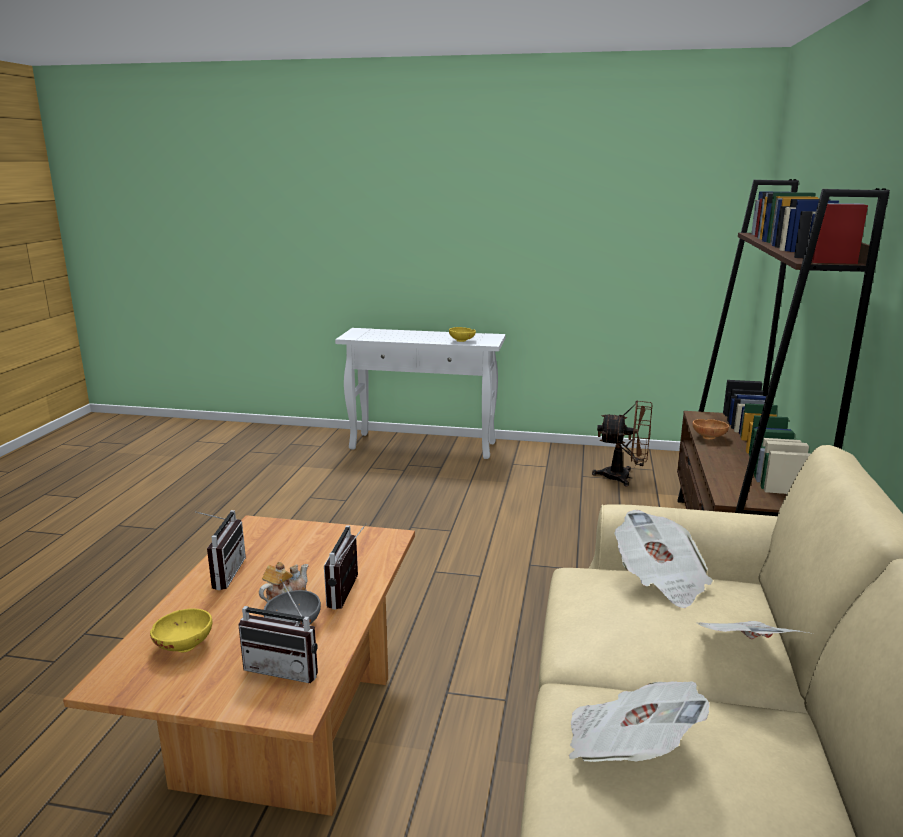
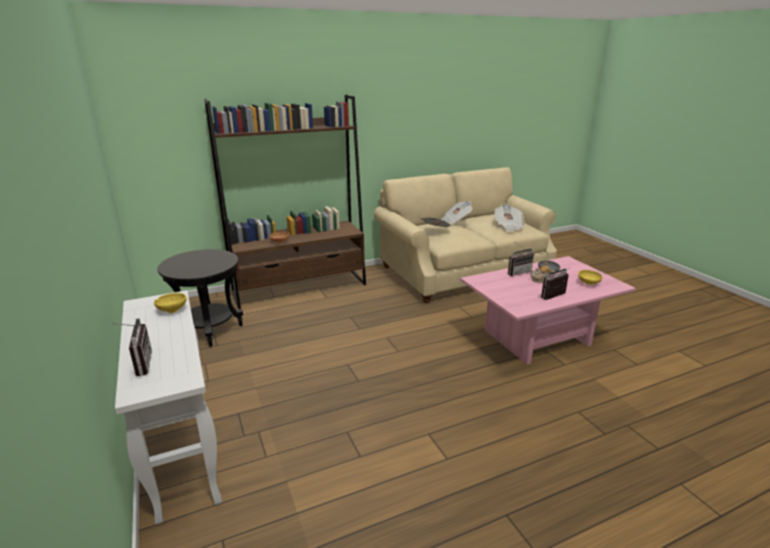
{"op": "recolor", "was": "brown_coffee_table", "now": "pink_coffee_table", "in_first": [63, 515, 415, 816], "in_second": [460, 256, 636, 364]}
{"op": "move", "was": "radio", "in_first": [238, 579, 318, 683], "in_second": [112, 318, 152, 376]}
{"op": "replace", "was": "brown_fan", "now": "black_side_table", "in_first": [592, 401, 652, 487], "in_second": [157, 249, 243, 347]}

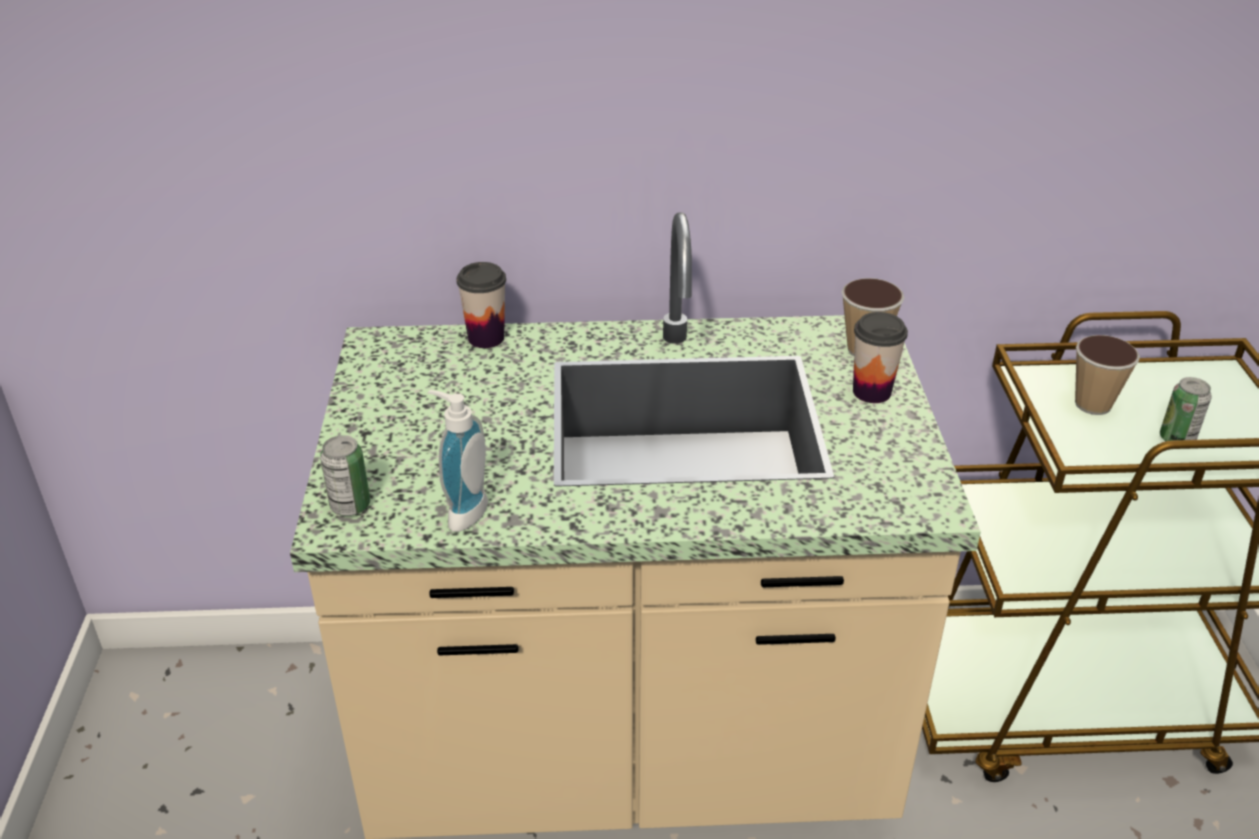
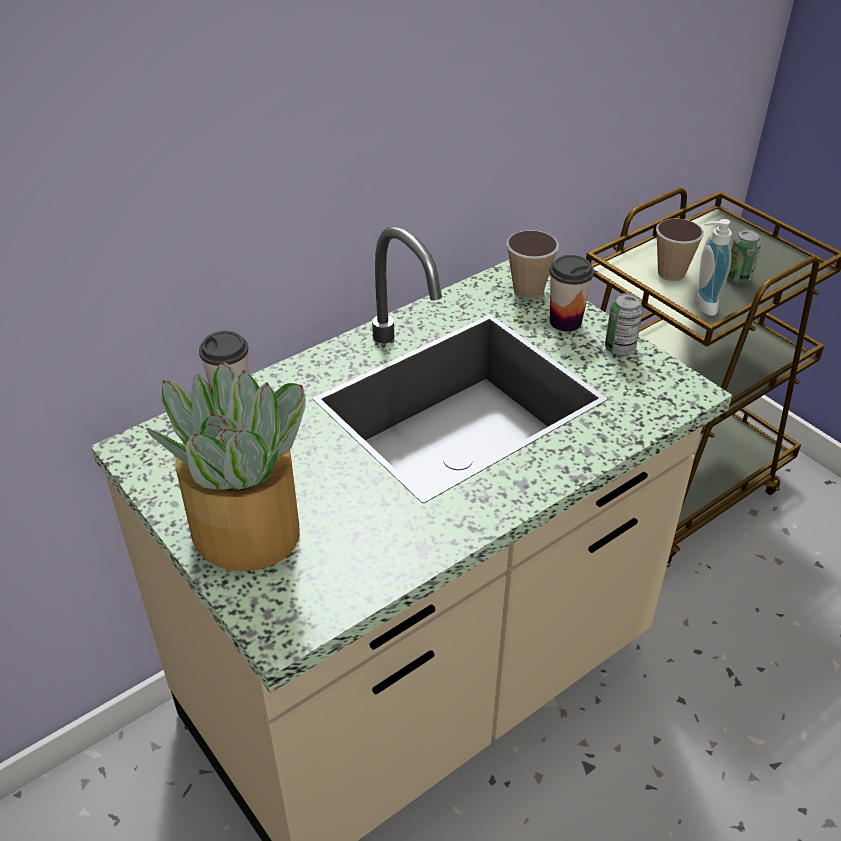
{"op": "move", "was": "can", "in_first": [320, 435, 370, 516], "in_second": [605, 293, 643, 356]}
{"op": "move", "was": "soap_dispenser", "in_first": [428, 390, 488, 532], "in_second": [694, 219, 732, 316]}
{"op": "insert", "now": "potted_plant", "in_second": [147, 362, 306, 571]}

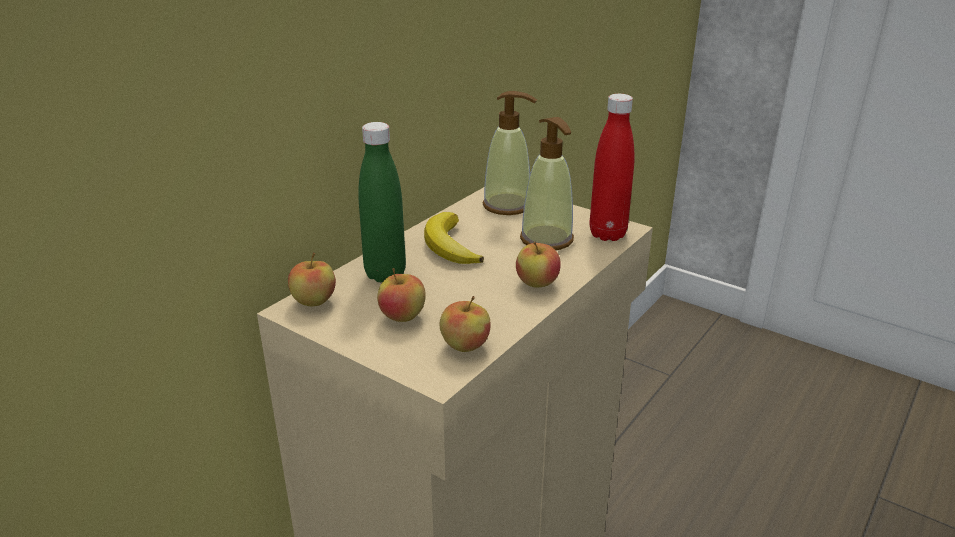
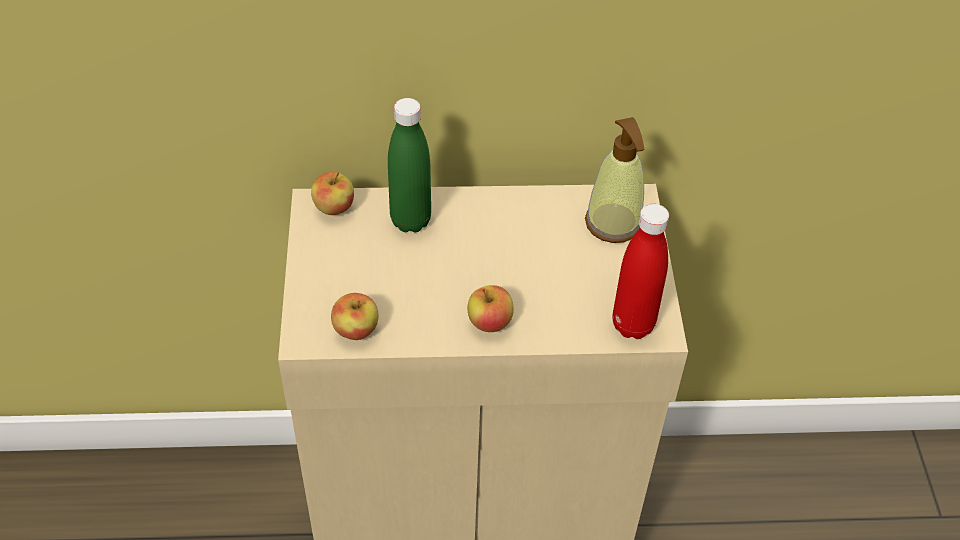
{"op": "delete", "was": "apple", "in_first": [377, 268, 426, 322]}
{"op": "delete", "was": "banana", "in_first": [424, 212, 484, 264]}
{"op": "delete", "was": "soap_dispenser", "in_first": [520, 117, 574, 250]}

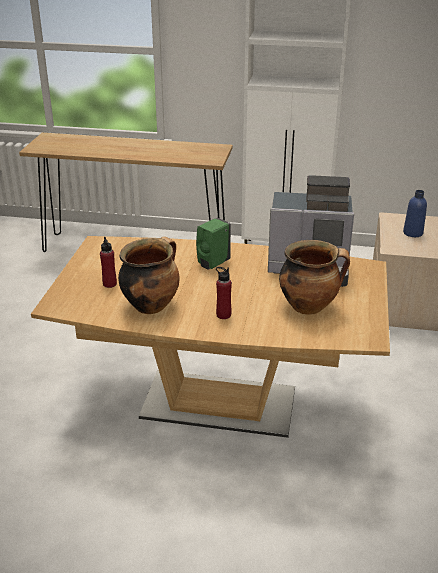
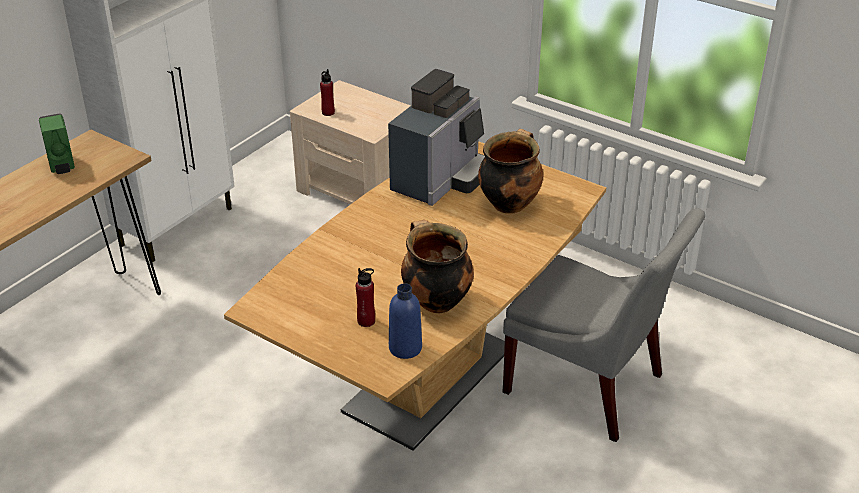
{"op": "move", "was": "green_soap_dispenser", "in_first": [196, 218, 231, 270], "in_second": [39, 113, 75, 174]}
{"op": "move", "was": "red_bottle", "in_first": [216, 267, 232, 319], "in_second": [320, 69, 335, 116]}
{"op": "move", "was": "blue_bottle", "in_first": [403, 190, 427, 237], "in_second": [389, 283, 422, 359]}
{"op": "insert", "now": "grey_chair", "in_second": [503, 208, 705, 442]}

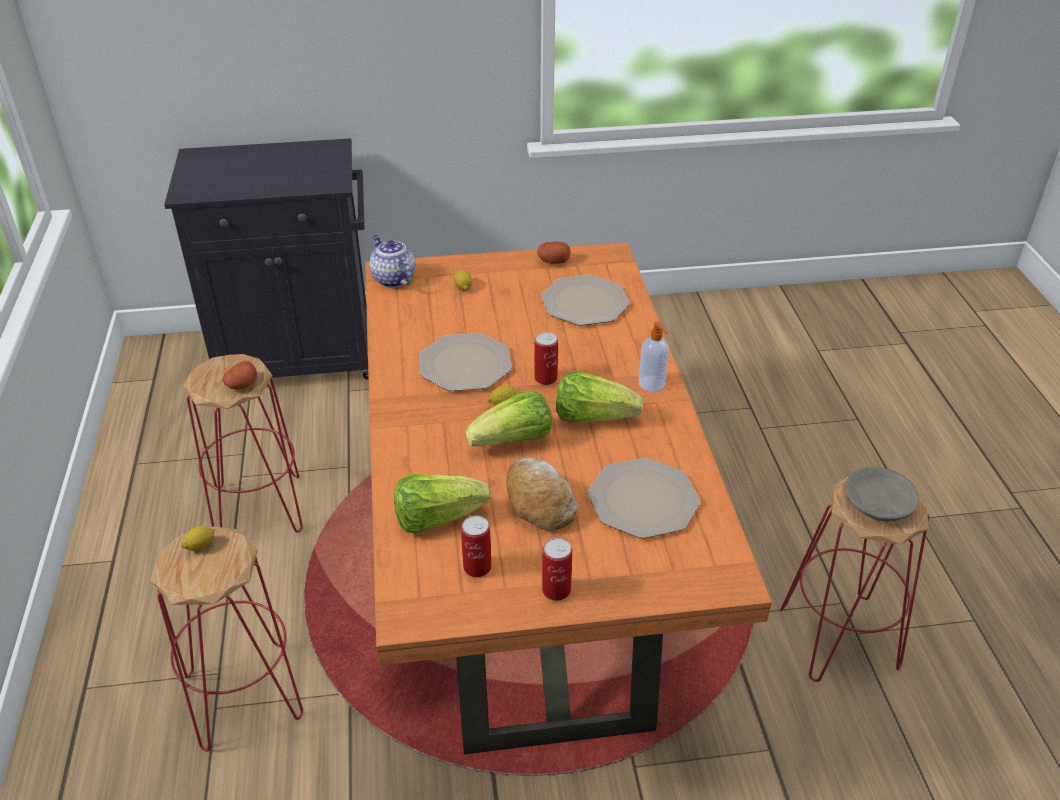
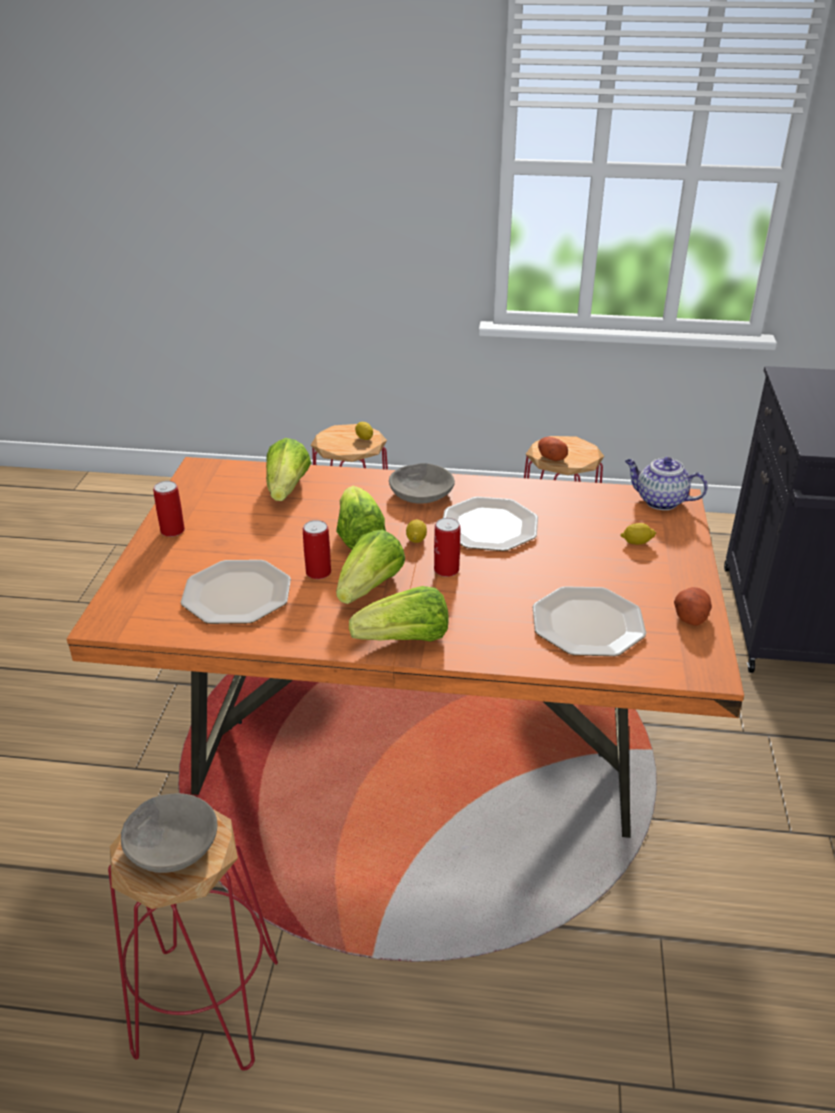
{"op": "rotate", "was": "teapot", "in_first": [370, 235, 415, 288], "in_second": [625, 457, 708, 510], "clockwise": -135}
{"op": "move", "was": "can", "in_first": [461, 516, 491, 577], "in_second": [303, 520, 331, 579]}
{"op": "delete", "was": "bread", "in_first": [506, 458, 578, 530]}
{"op": "replace", "was": "soap_dispenser", "now": "lettuce", "in_first": [639, 322, 669, 392], "in_second": [349, 586, 449, 642]}
{"op": "insert", "now": "grey_bowl", "in_second": [389, 463, 455, 504]}

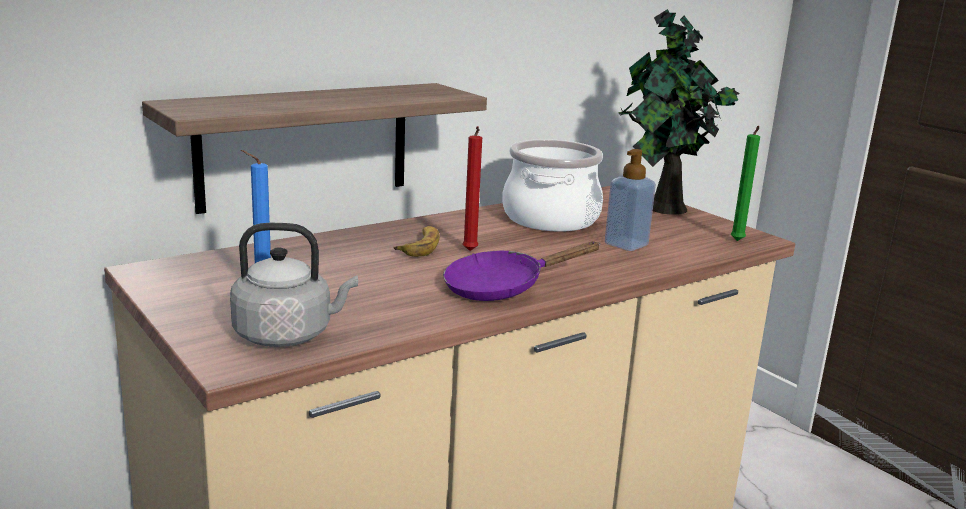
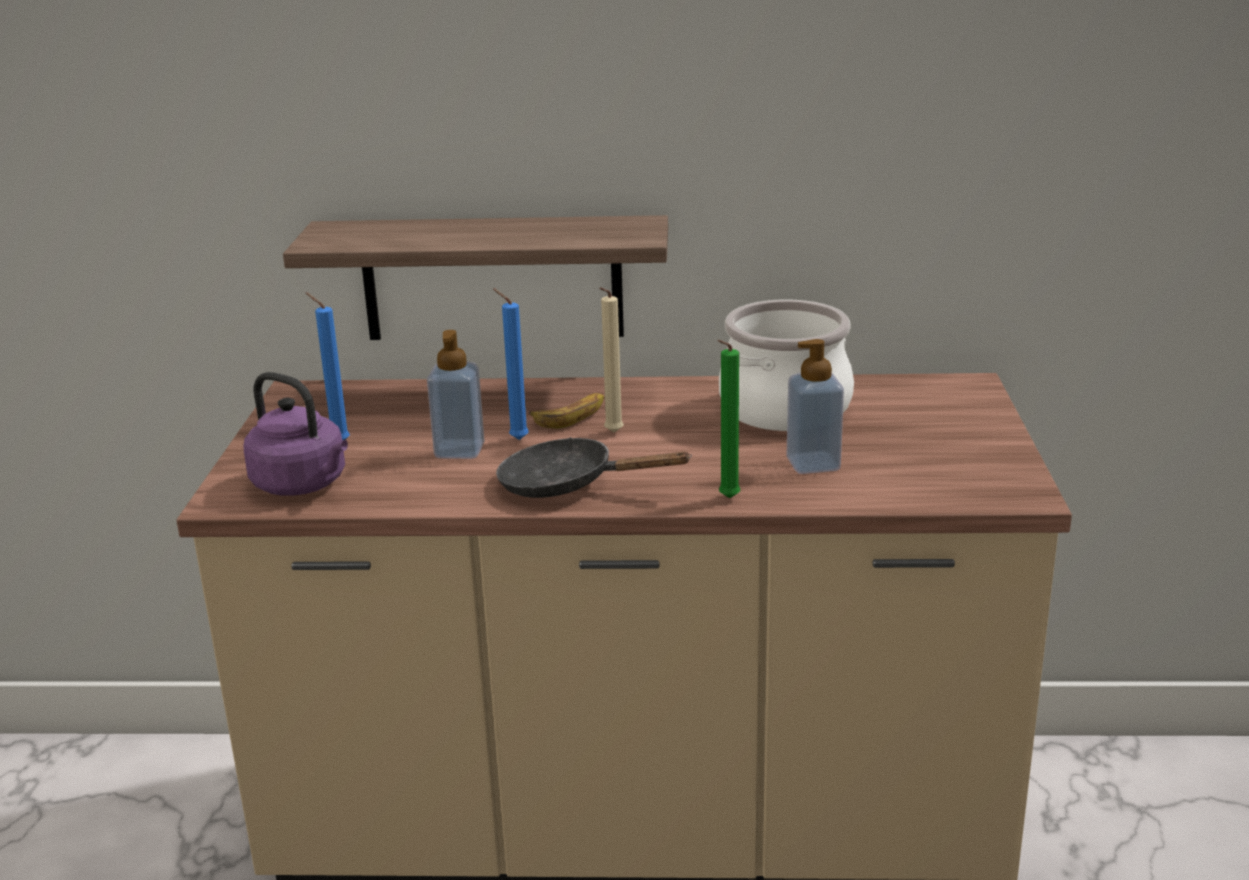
{"op": "recolor", "was": "grey_kettle", "now": "purple_kettle", "in_first": [230, 223, 358, 347], "in_second": [244, 372, 348, 496]}
{"op": "recolor", "was": "purple_frying_pan", "now": "black_frying_pan", "in_first": [443, 241, 601, 301], "in_second": [496, 437, 692, 498]}
{"op": "recolor", "was": "red_candle", "now": "beige_candle", "in_first": [462, 126, 482, 251], "in_second": [599, 287, 624, 433]}
{"op": "delete", "was": "potted_plant", "in_first": [618, 9, 740, 215]}
{"op": "move", "was": "green_candle", "in_first": [731, 126, 760, 241], "in_second": [718, 340, 740, 498]}
{"op": "insert", "now": "soap_dispenser", "in_second": [427, 330, 484, 459]}
{"op": "insert", "now": "blue_candle", "in_second": [493, 288, 529, 440]}

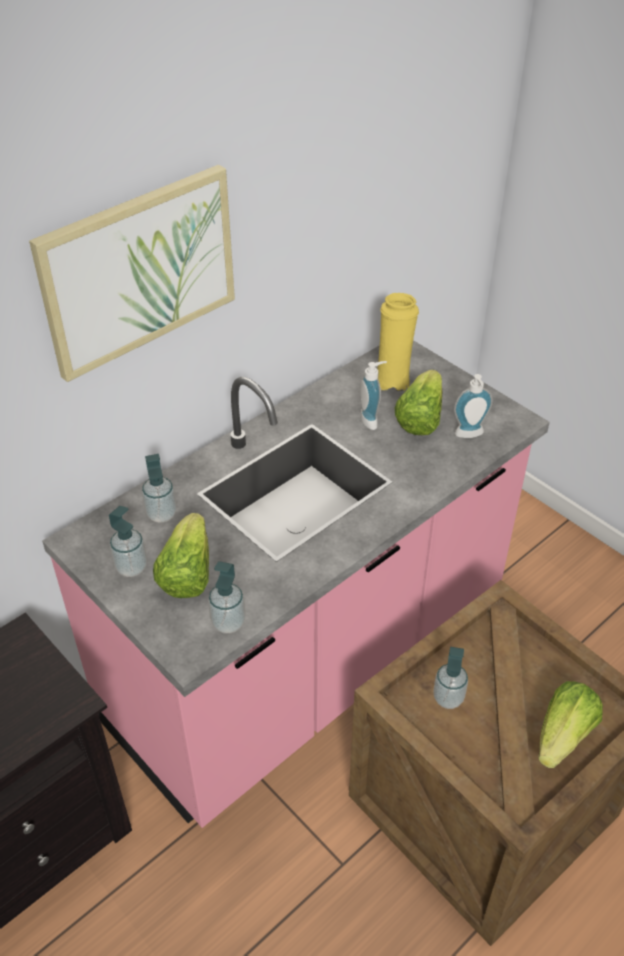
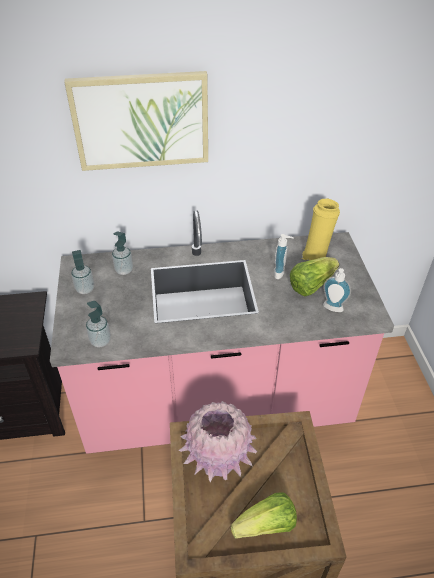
{"op": "delete", "was": "lettuce", "in_first": [153, 513, 209, 598]}
{"op": "replace", "was": "soap_dispenser", "now": "pink_vase", "in_first": [433, 647, 468, 709], "in_second": [178, 401, 257, 483]}

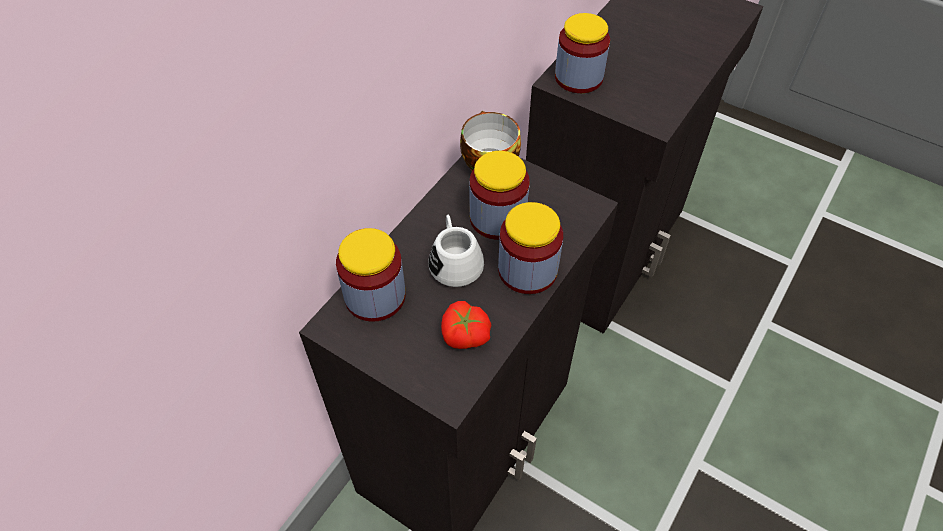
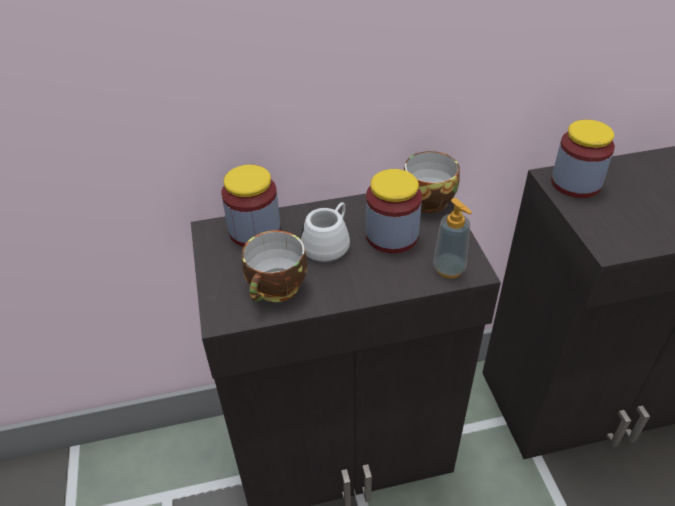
{"op": "replace", "was": "tomato", "now": "cup", "in_first": [441, 301, 492, 349], "in_second": [242, 231, 307, 302]}
{"op": "delete", "was": "jar", "in_first": [498, 202, 563, 294]}
{"op": "insert", "now": "soap_dispenser", "in_second": [433, 198, 472, 278]}

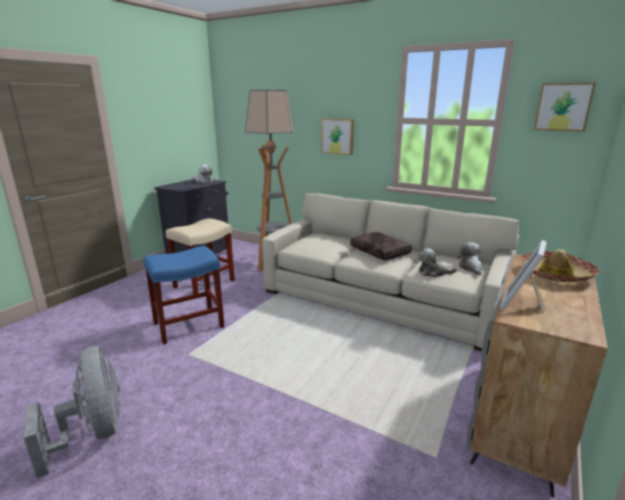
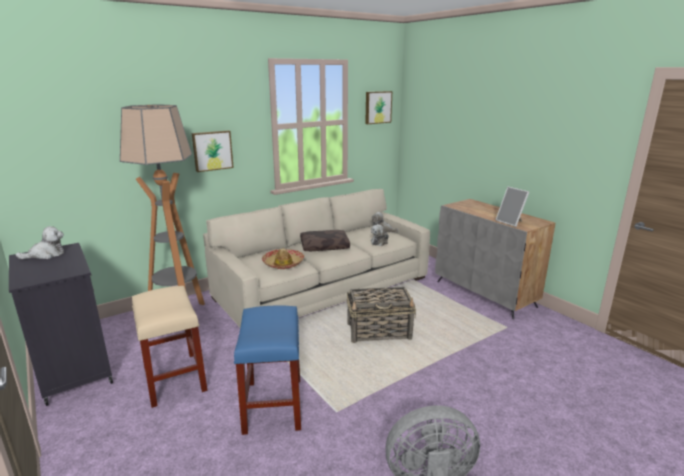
{"op": "move", "was": "hat", "in_first": [521, 249, 599, 282], "in_second": [262, 248, 304, 269]}
{"op": "insert", "now": "basket", "in_second": [347, 287, 416, 343]}

